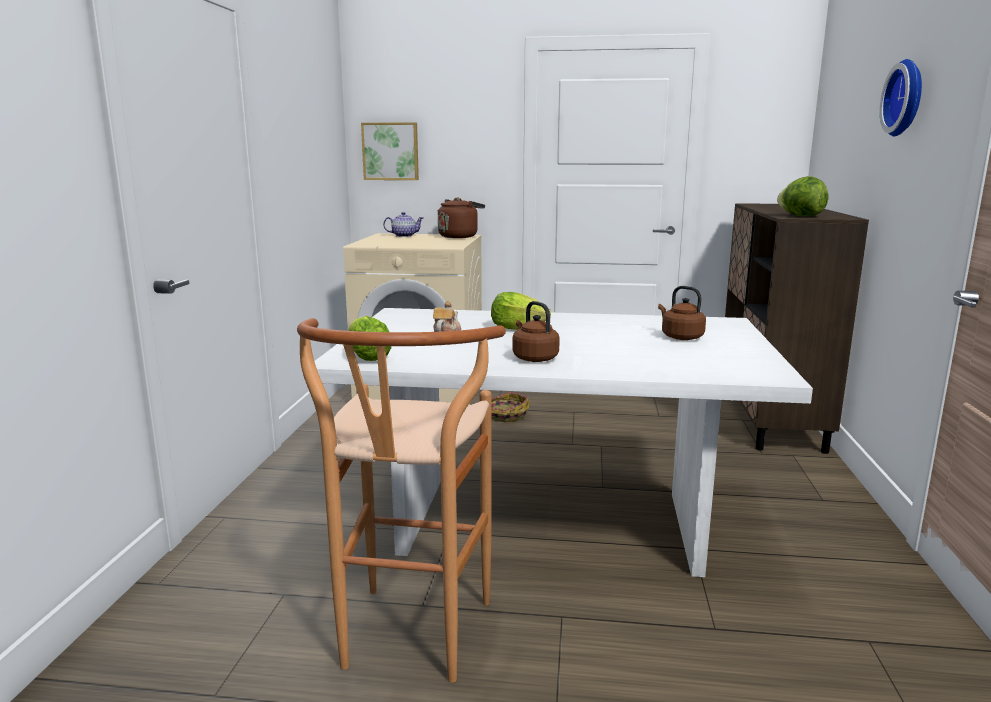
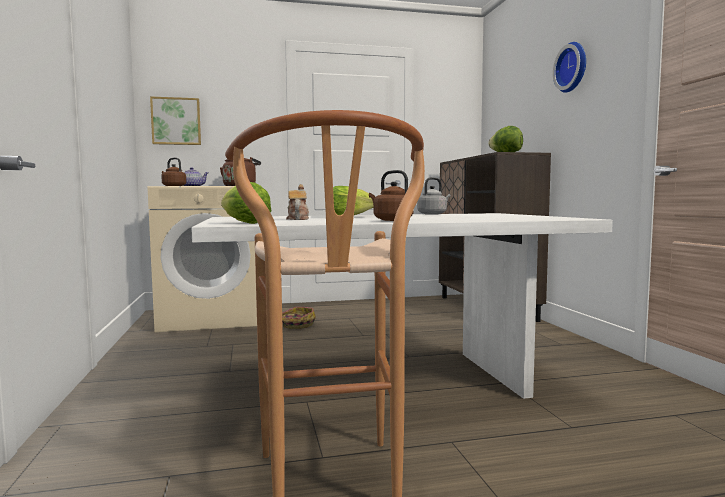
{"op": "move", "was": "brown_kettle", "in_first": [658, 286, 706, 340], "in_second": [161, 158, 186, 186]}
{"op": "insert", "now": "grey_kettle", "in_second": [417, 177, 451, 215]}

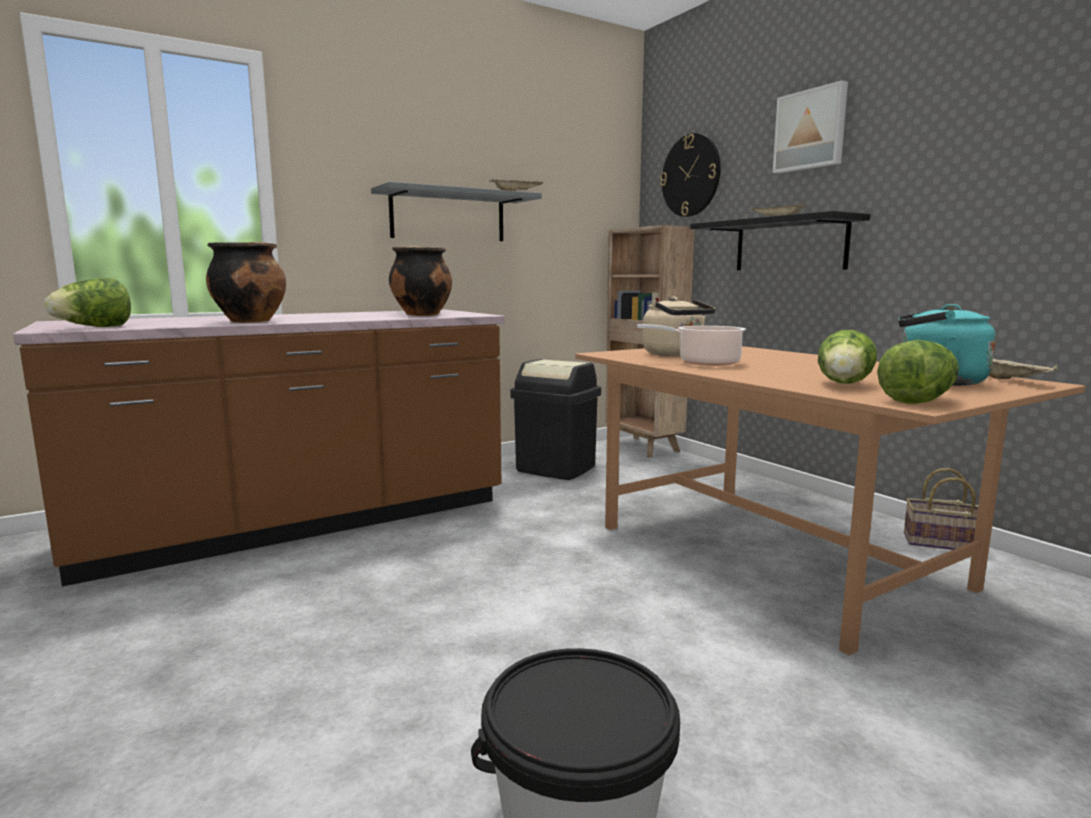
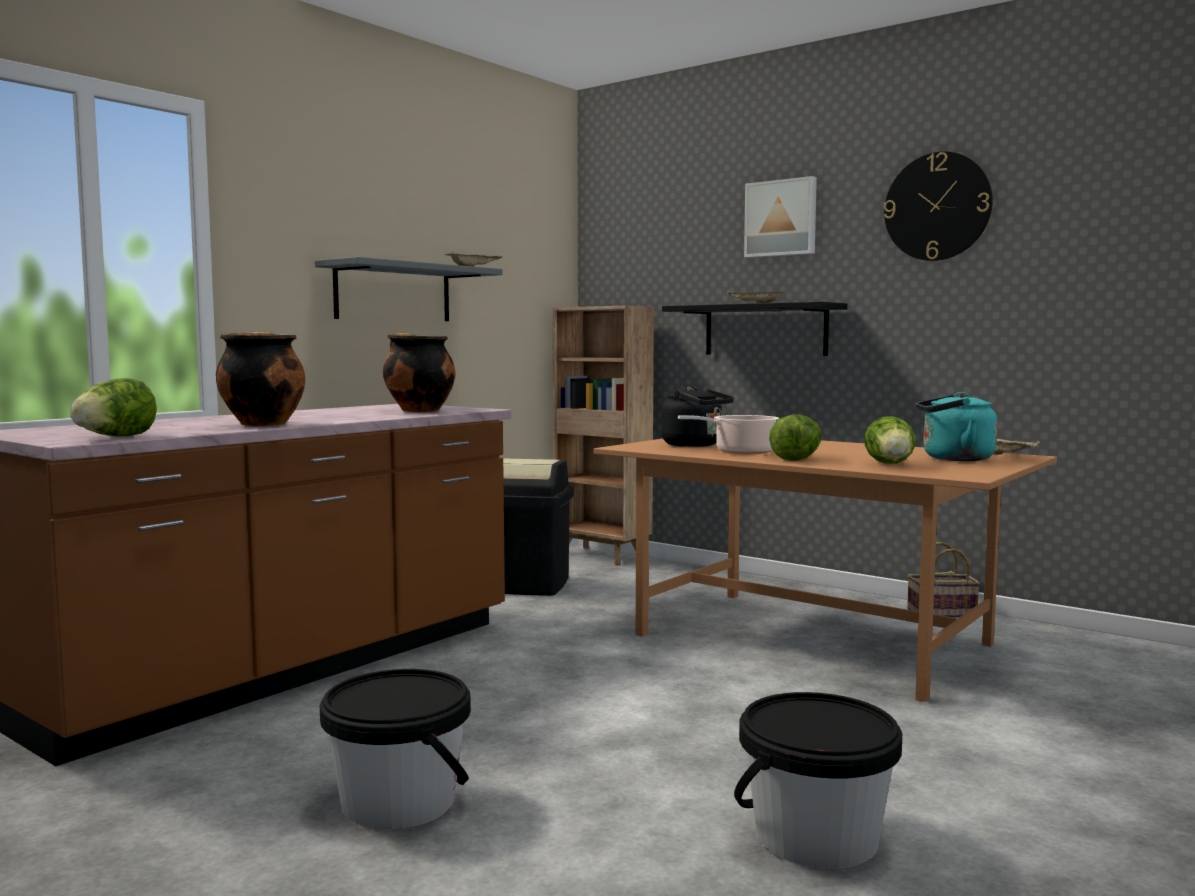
{"op": "recolor", "was": "beige_kettle", "now": "black_kettle", "in_first": [643, 296, 715, 356], "in_second": [661, 386, 734, 447]}
{"op": "move", "was": "wall_clock", "in_first": [660, 133, 721, 217], "in_second": [884, 152, 993, 261]}
{"op": "move", "was": "lettuce", "in_first": [877, 340, 959, 404], "in_second": [769, 414, 822, 461]}
{"op": "insert", "now": "black_bucket", "in_second": [320, 669, 471, 830]}

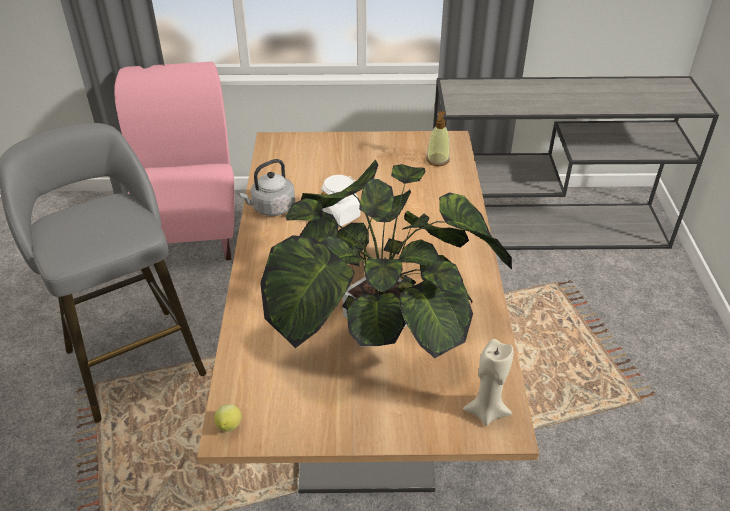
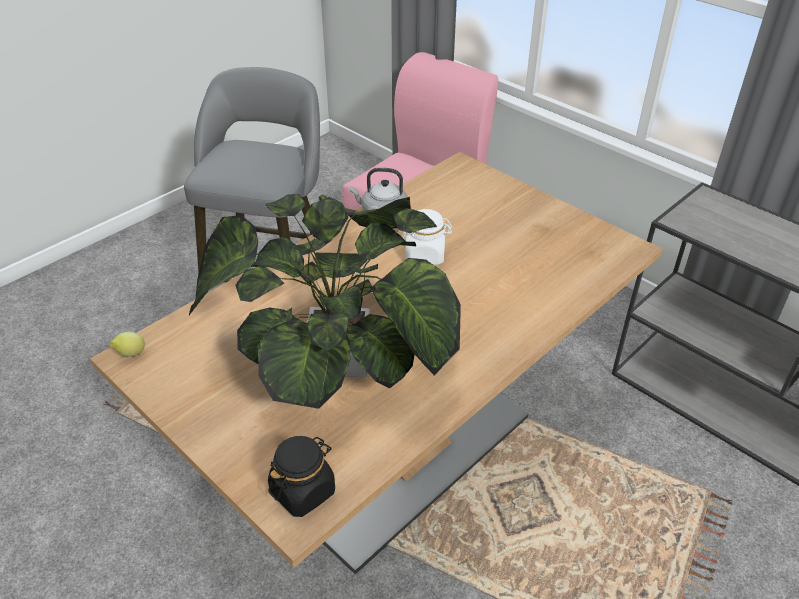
{"op": "delete", "was": "soap_dispenser", "in_first": [426, 111, 450, 166]}
{"op": "replace", "was": "beige_candle", "now": "black_jar", "in_first": [463, 339, 513, 426], "in_second": [268, 436, 335, 517]}

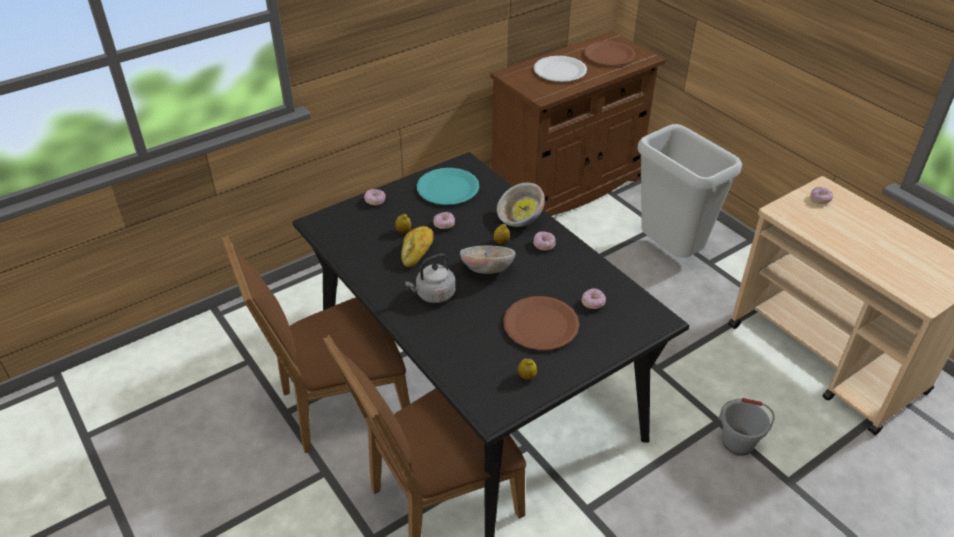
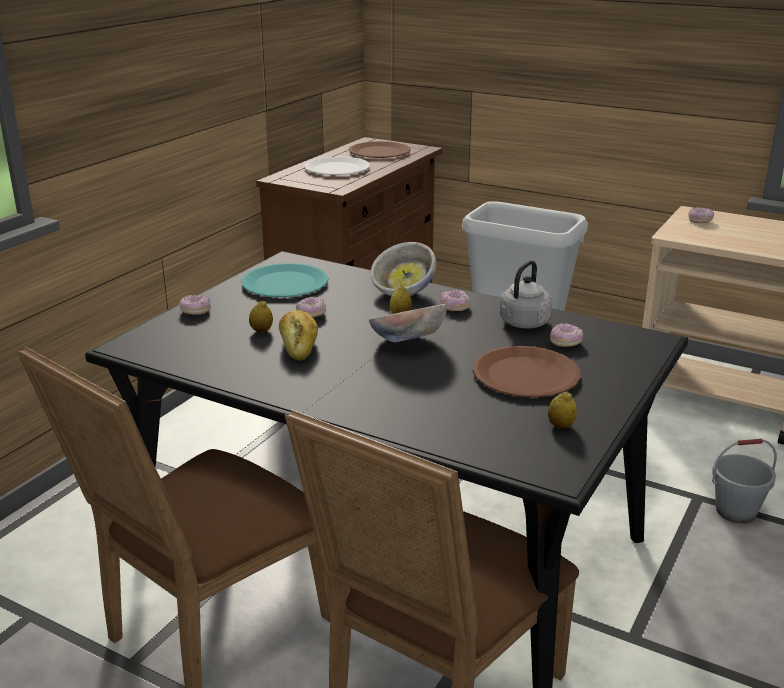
{"op": "move", "was": "grey_kettle", "in_first": [405, 254, 455, 303], "in_second": [500, 260, 552, 329]}

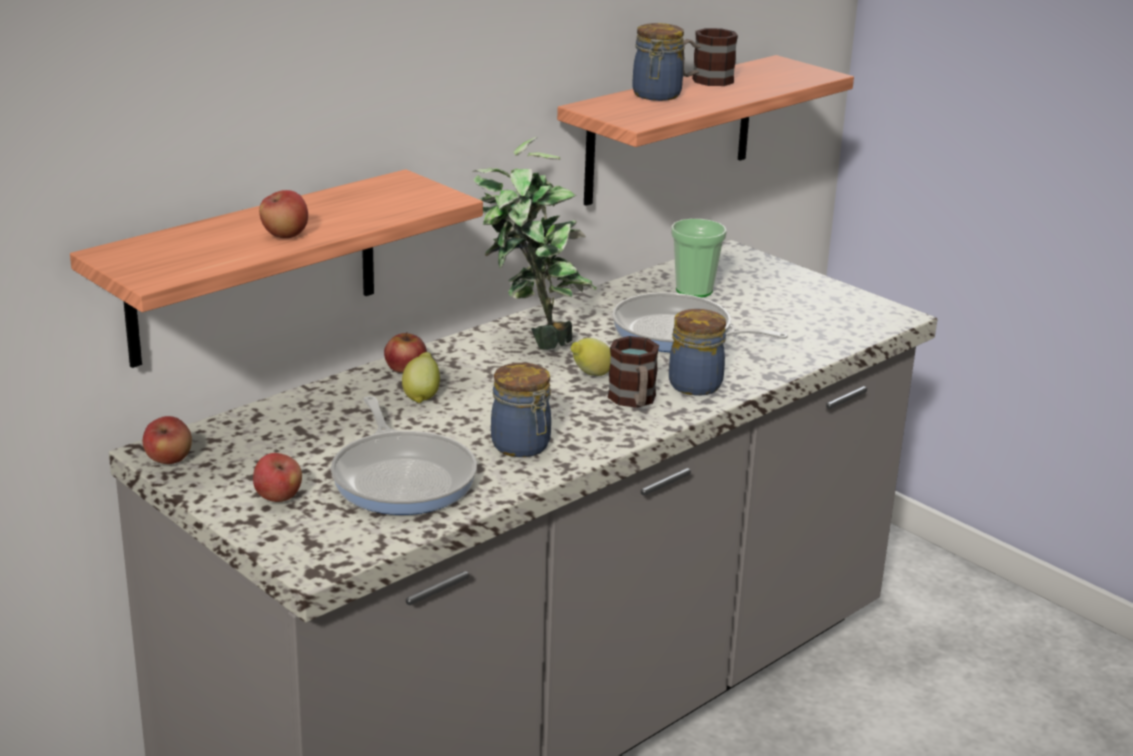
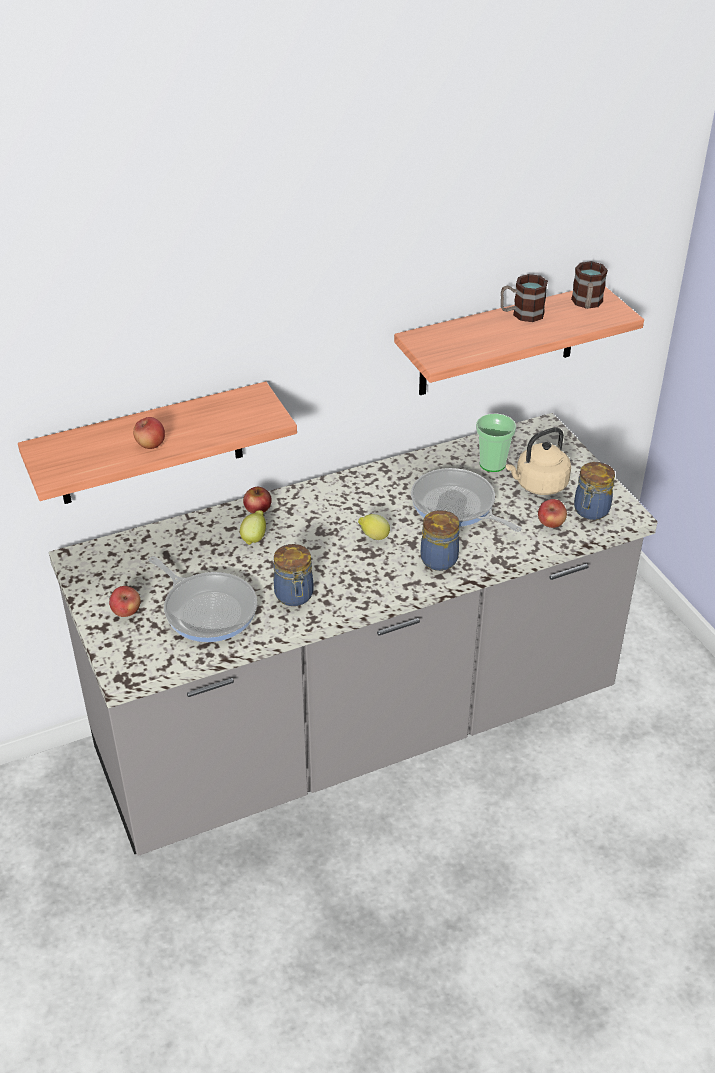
{"op": "move", "was": "apple", "in_first": [143, 416, 192, 464], "in_second": [538, 499, 567, 528]}
{"op": "rotate", "was": "frying_pan", "in_first": [331, 396, 477, 515], "in_second": [149, 556, 257, 642], "clockwise": -45}
{"op": "delete", "was": "potted_plant", "in_first": [472, 136, 596, 350]}
{"op": "move", "was": "mug", "in_first": [607, 336, 659, 408], "in_second": [571, 261, 608, 309]}
{"op": "move", "was": "jar", "in_first": [633, 23, 684, 101], "in_second": [574, 462, 615, 520]}
{"op": "insert", "now": "beige_kettle", "in_second": [506, 427, 571, 495]}

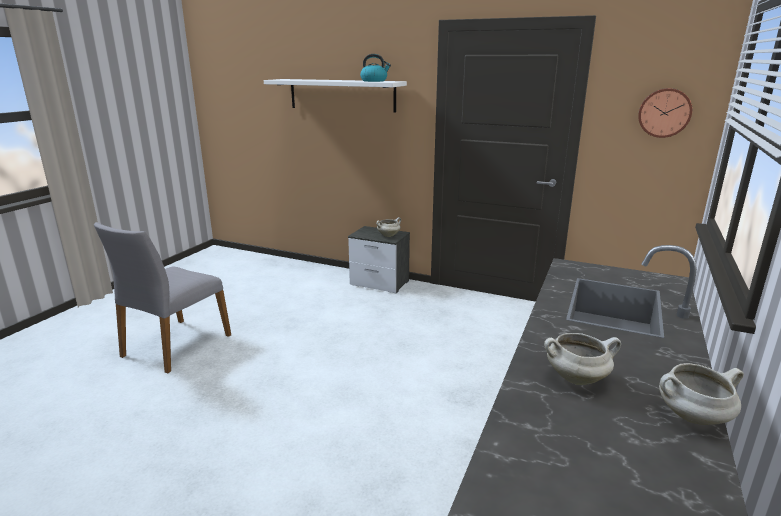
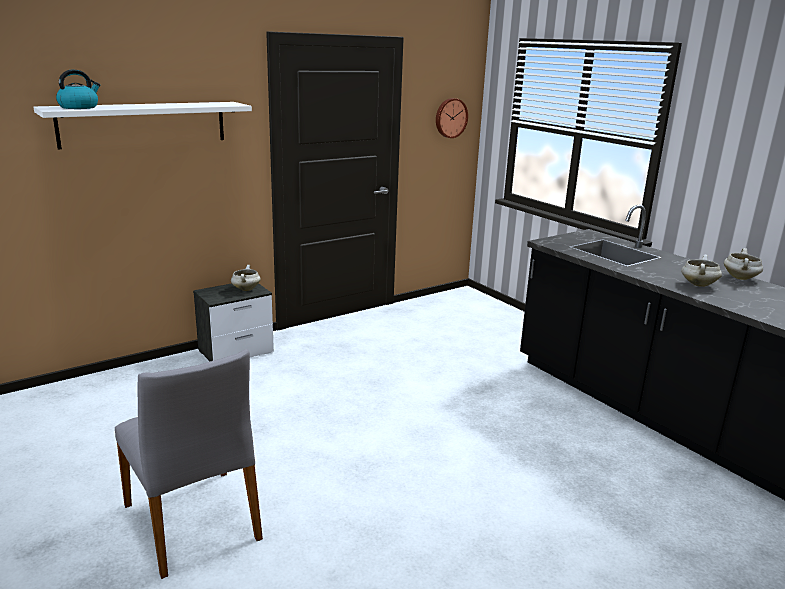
{"op": "move", "was": "kettle", "in_first": [360, 54, 391, 82], "in_second": [56, 69, 100, 109]}

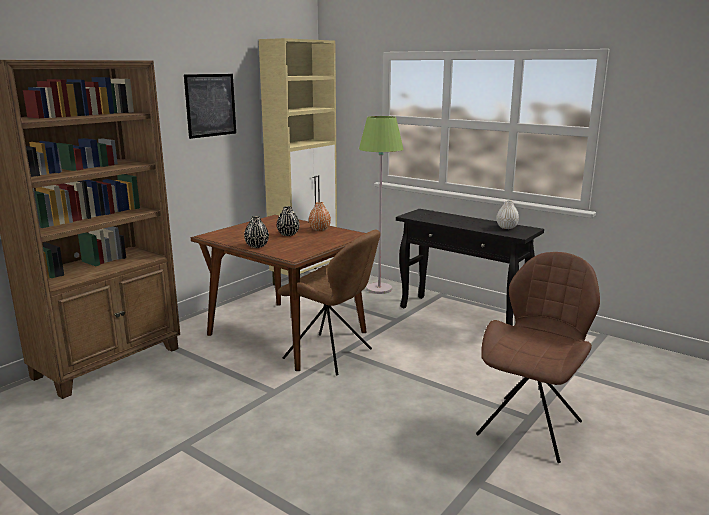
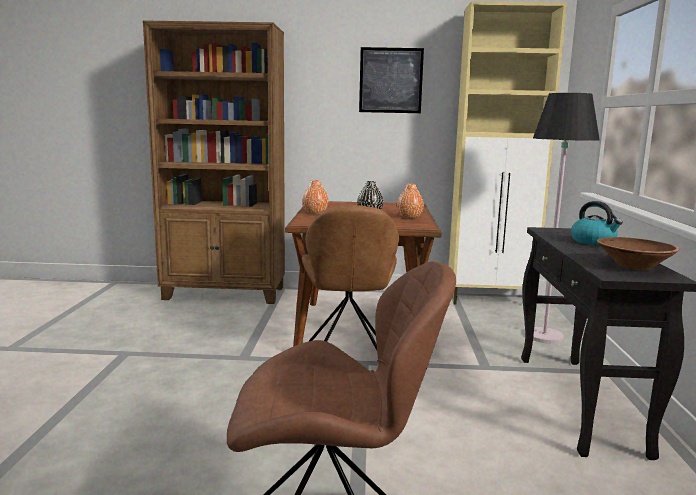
{"op": "recolor", "was": "black_vase", "now": "orange_vase", "in_first": [244, 216, 269, 248], "in_second": [302, 180, 328, 214]}
{"op": "recolor", "was": "green_floor_lamp", "now": "black_floor_lamp", "in_first": [359, 116, 403, 294], "in_second": [533, 93, 600, 344]}
{"op": "replace", "was": "white_vase", "now": "brown_bowl", "in_first": [497, 200, 519, 229], "in_second": [597, 237, 679, 270]}
{"op": "insert", "now": "kettle", "in_second": [571, 201, 623, 245]}

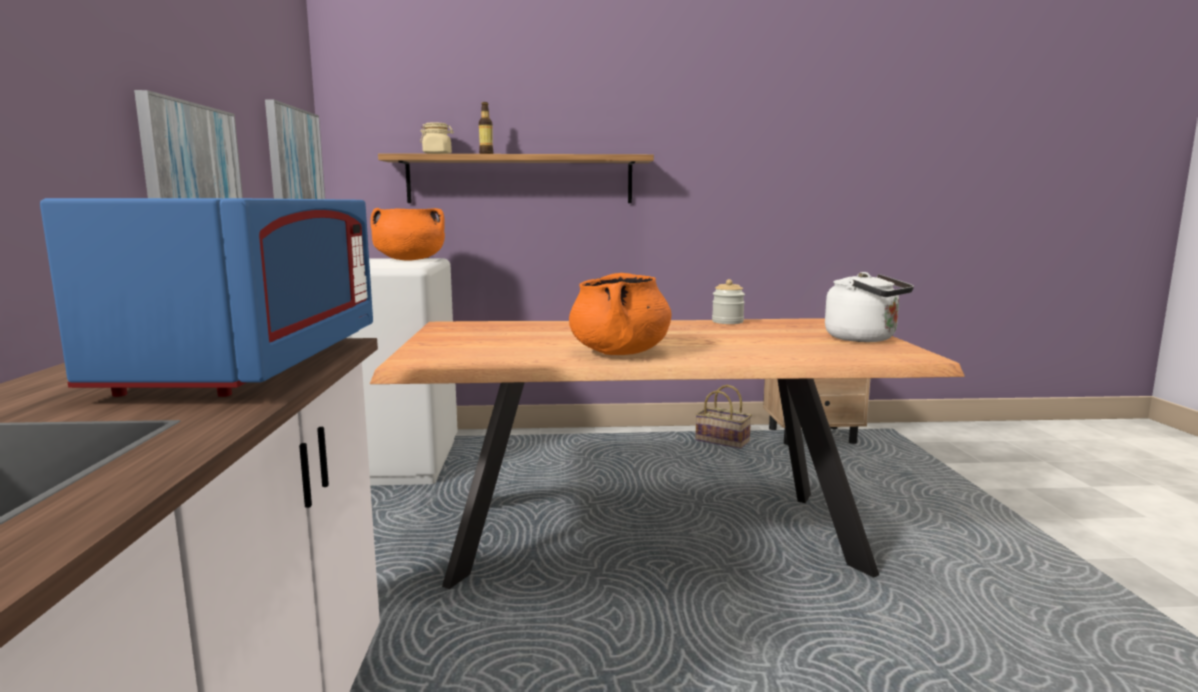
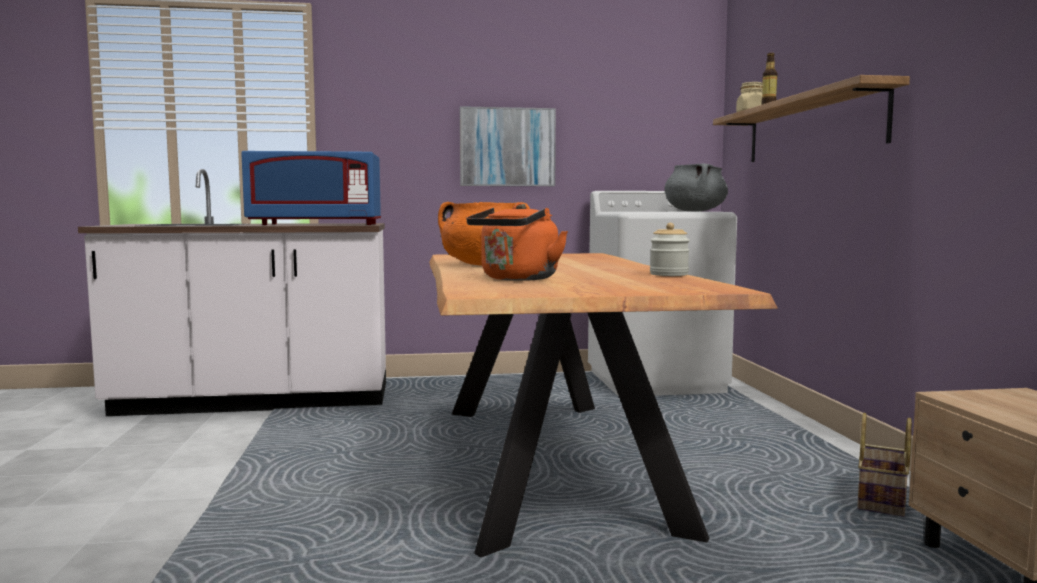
{"op": "delete", "was": "picture", "in_first": [265, 99, 325, 199]}
{"op": "recolor", "was": "orange_cooking_pot", "now": "grey_cooking_pot", "in_first": [370, 208, 445, 261], "in_second": [665, 163, 728, 212]}
{"op": "delete", "was": "white_kettle", "in_first": [825, 272, 914, 342]}
{"op": "insert", "now": "orange_kettle", "in_second": [467, 203, 568, 281]}

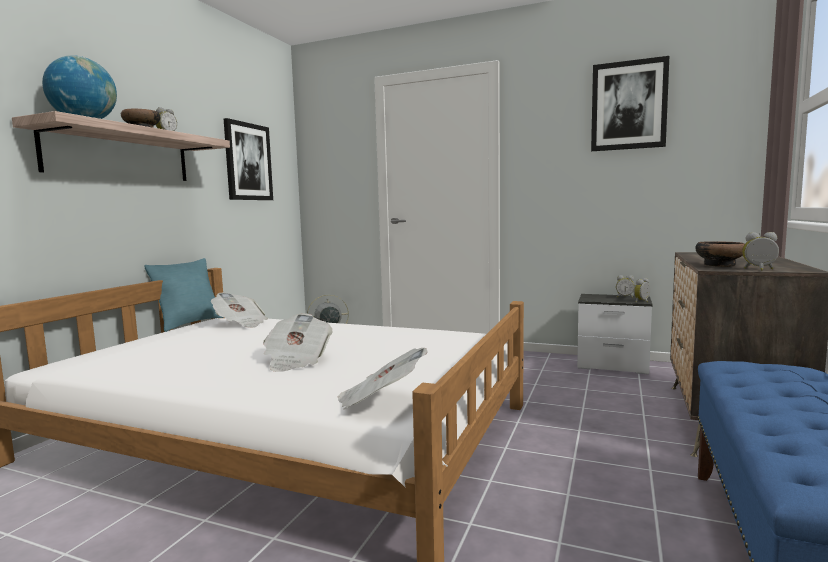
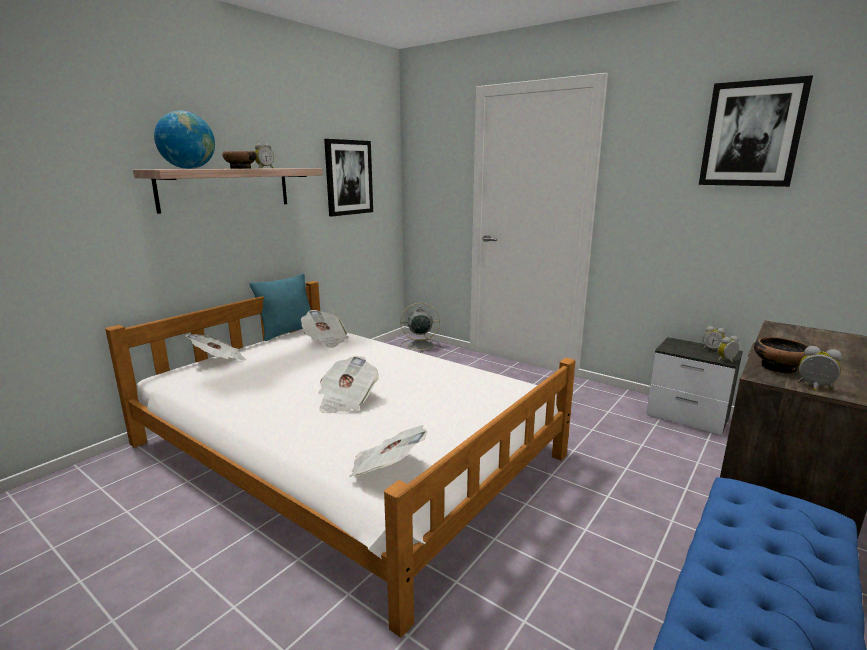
{"op": "insert", "now": "newspaper", "in_second": [186, 334, 246, 360]}

